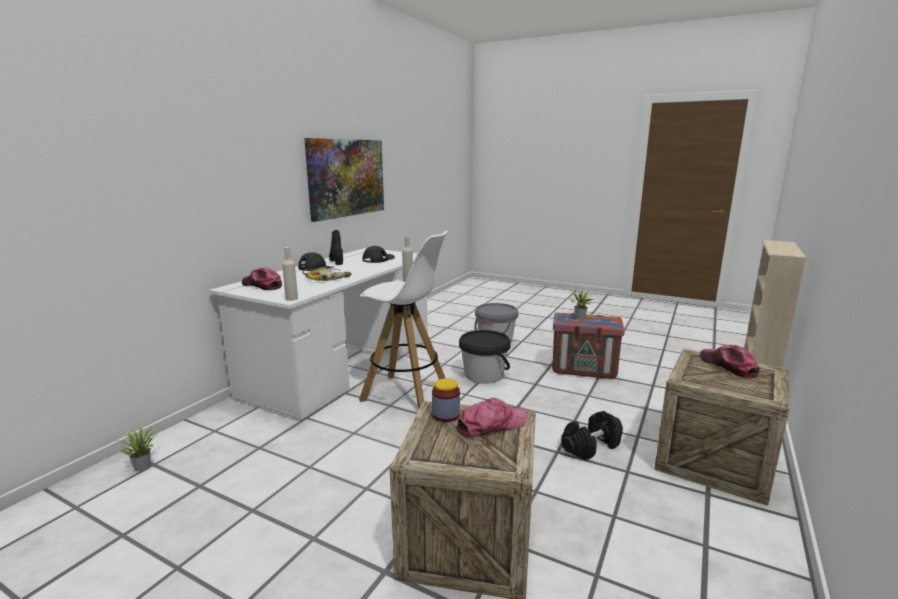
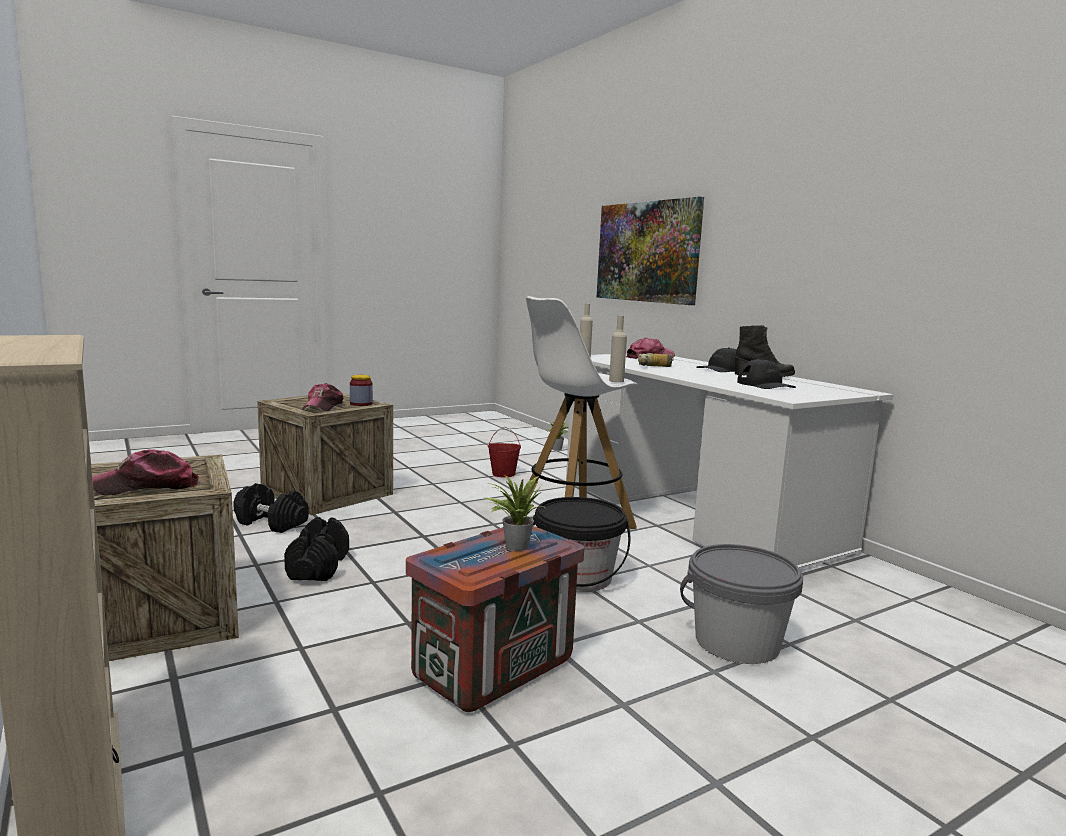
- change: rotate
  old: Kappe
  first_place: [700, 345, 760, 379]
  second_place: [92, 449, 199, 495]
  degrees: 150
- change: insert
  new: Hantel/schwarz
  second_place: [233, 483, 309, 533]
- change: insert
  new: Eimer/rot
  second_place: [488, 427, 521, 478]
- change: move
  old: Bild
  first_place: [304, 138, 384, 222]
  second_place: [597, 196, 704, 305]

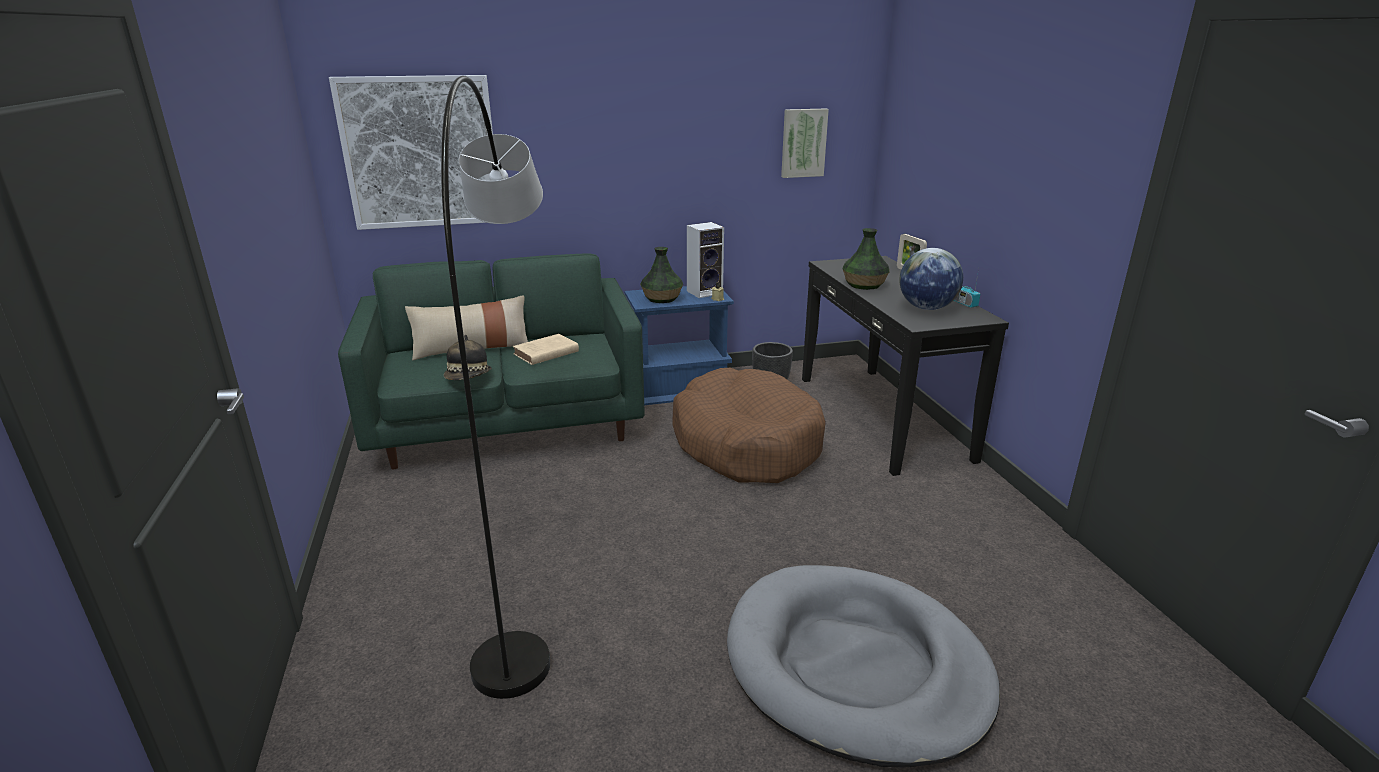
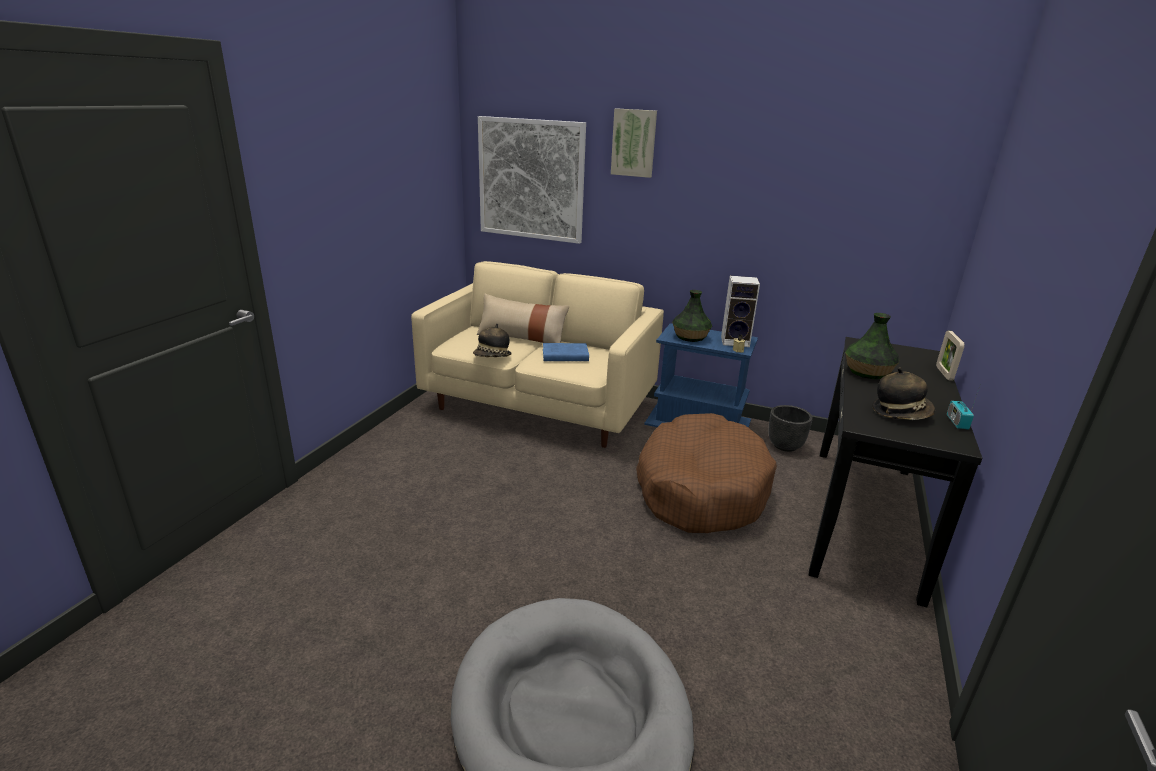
- change: recolor
  old: Sofa/grün
  new: Sofa/beige
  first_place: [338, 254, 645, 469]
  second_place: [411, 261, 664, 448]
- change: recolor
  old: Buch/beige
  new: Buch/blau
  first_place: [513, 334, 579, 365]
  second_place: [543, 343, 589, 361]
- change: move
  old: Bild
  first_place: [781, 109, 829, 178]
  second_place: [611, 108, 657, 178]
- change: replace
  old: Globus
  new: Hut
  first_place: [899, 248, 963, 310]
  second_place: [873, 367, 935, 420]
- change: delete
  old: Stehlampe/grau
  first_place: [441, 76, 550, 699]

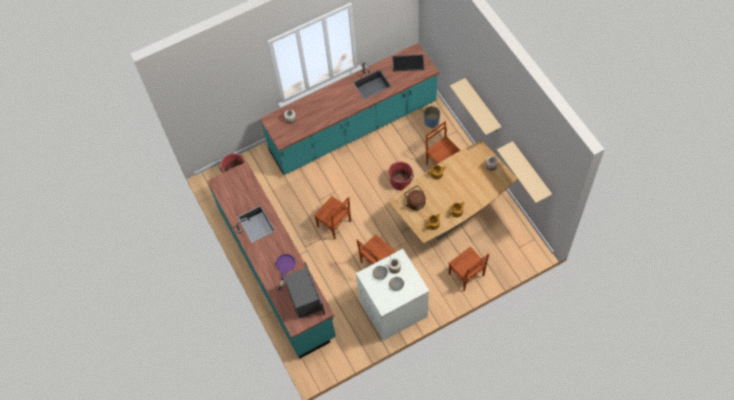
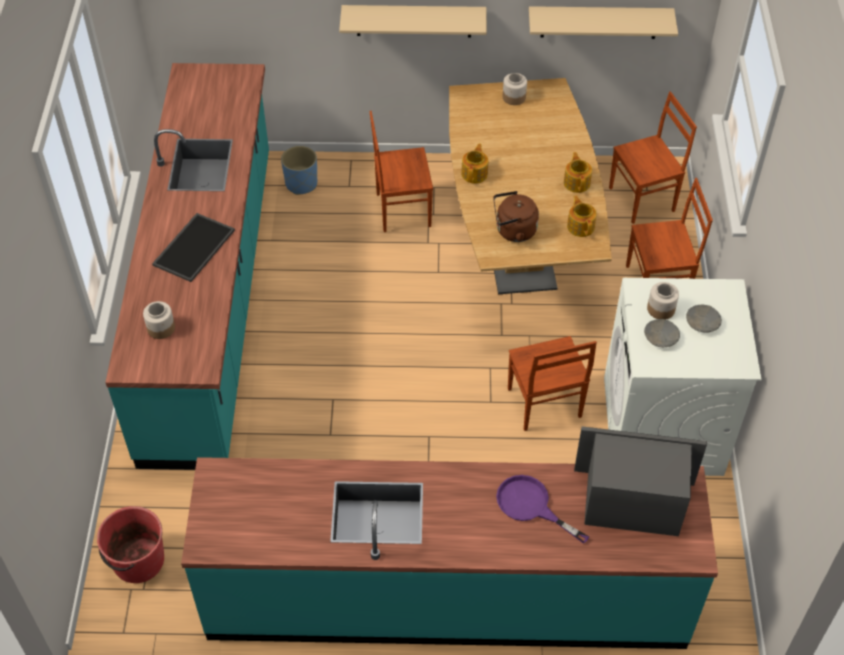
- change: move
  old: Tablett
  first_place: [392, 54, 425, 72]
  second_place: [152, 213, 235, 282]
- change: move
  old: Stuhl/braun
  first_place: [314, 196, 351, 240]
  second_place: [609, 91, 697, 224]
- change: delete
  old: Eimer/rot
  first_place: [388, 161, 414, 190]

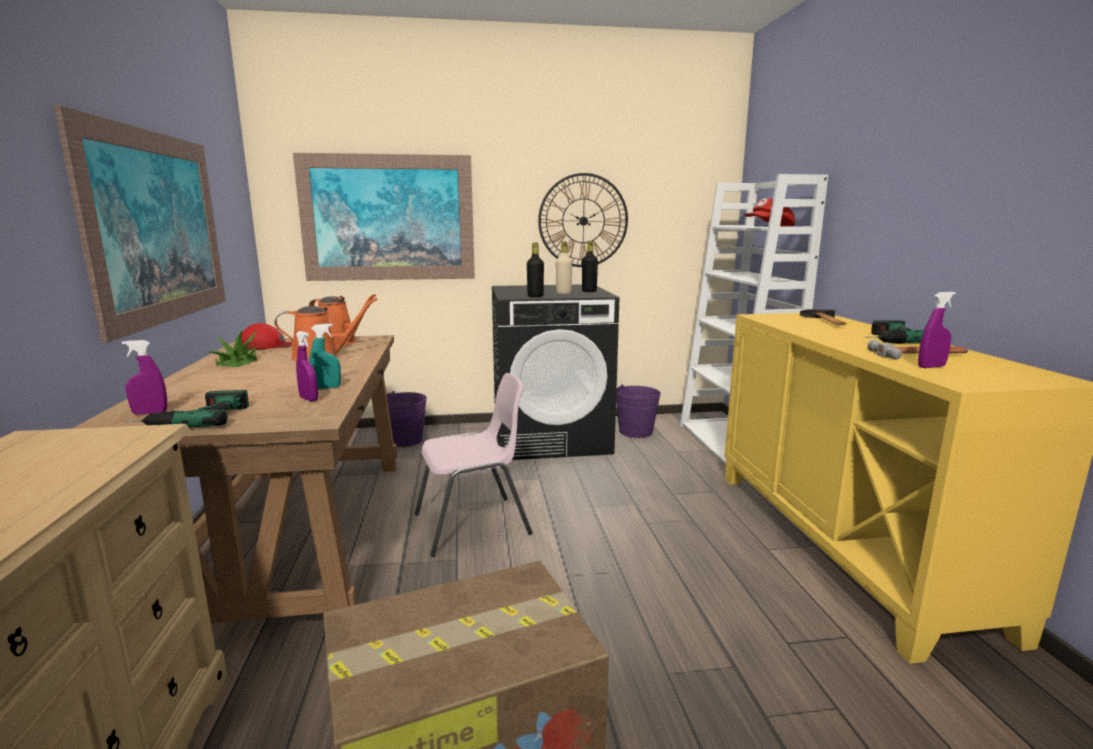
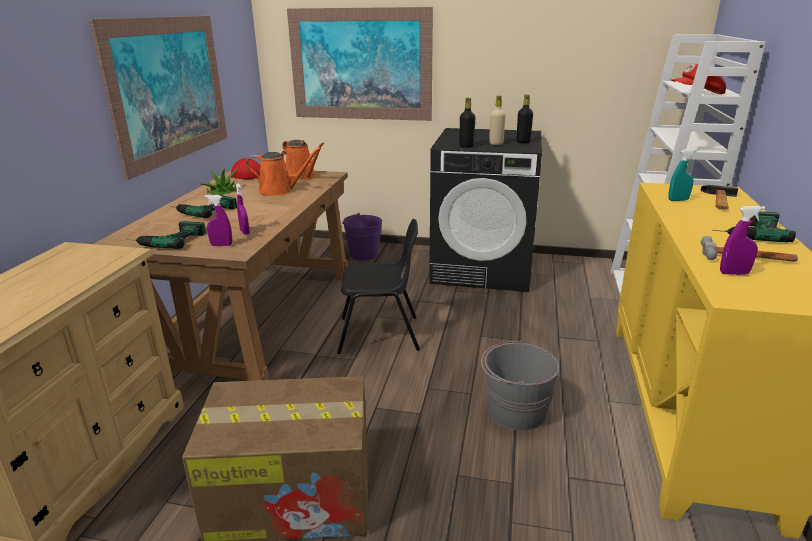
- change: insert
  new: Bohrmaschine
  second_place: [170, 195, 237, 218]
- change: move
  old: Sprühflasche/lila
  first_place: [122, 340, 167, 415]
  second_place: [205, 195, 232, 246]
- change: recolor
  old: Stuhl/rosa
  new: Stuhl/schwarz
  first_place: [415, 373, 533, 557]
  second_place: [337, 219, 420, 354]
- change: insert
  new: Eimer/grau
  second_place: [481, 341, 560, 431]
- change: move
  old: Sprühflasche/türkis
  first_place: [309, 324, 341, 389]
  second_place: [668, 149, 697, 201]
- change: delete
  old: Wanduhr
  first_place: [538, 173, 628, 267]
- change: delete
  old: Eimer/lila
  first_place: [616, 384, 661, 438]

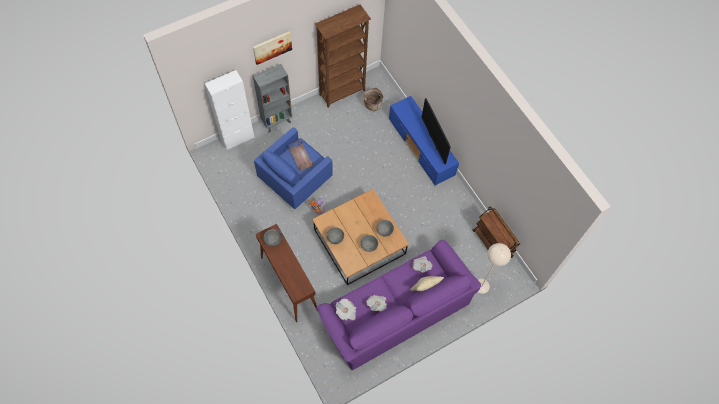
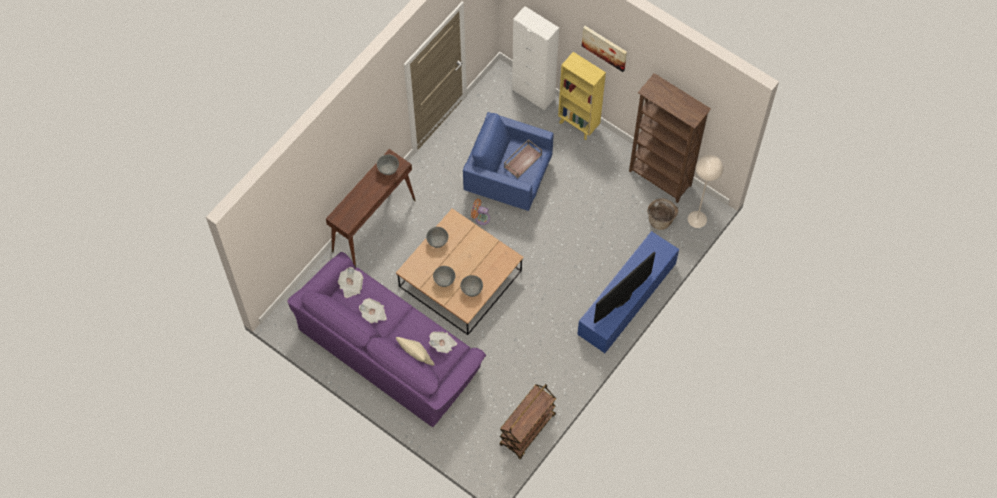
- change: recolor
  old: Bücherregal/grau
  new: Bücherregal/gelb
  first_place: [253, 64, 293, 133]
  second_place: [558, 52, 606, 140]
- change: move
  old: Stehlampe/beige
  first_place: [478, 243, 511, 294]
  second_place: [688, 155, 723, 228]

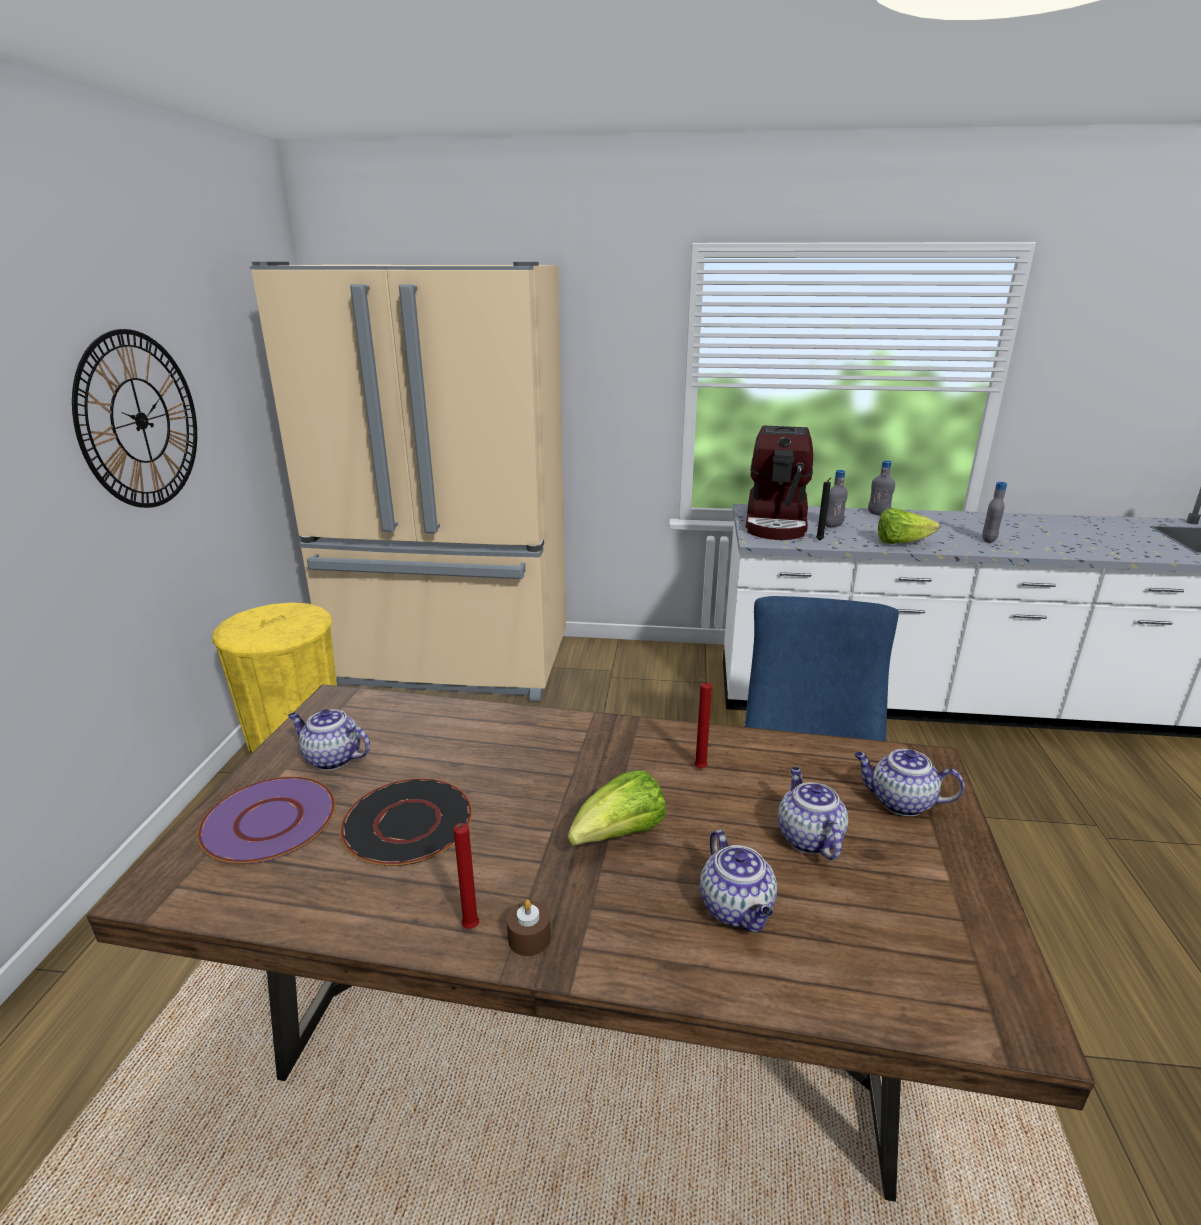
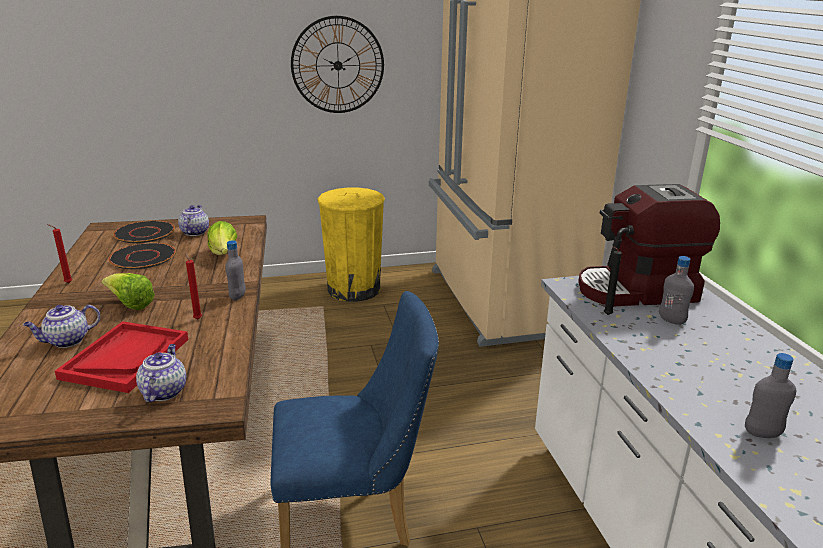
- change: replace
  old: Teekanne
  new: Tablett/rot
  first_place: [778, 767, 848, 860]
  second_place: [55, 321, 189, 393]
- change: recolor
  old: Teller/lila
  new: Teller/schwarz
  first_place: [197, 777, 335, 864]
  second_place: [113, 220, 175, 243]
- change: move
  old: Salatkopf
  first_place: [878, 508, 940, 544]
  second_place: [207, 221, 238, 255]
- change: move
  old: Flasche/grau
  first_place: [868, 460, 895, 515]
  second_place: [226, 240, 246, 300]
- change: delete
  old: Kerze/braun
  first_place: [507, 900, 551, 956]

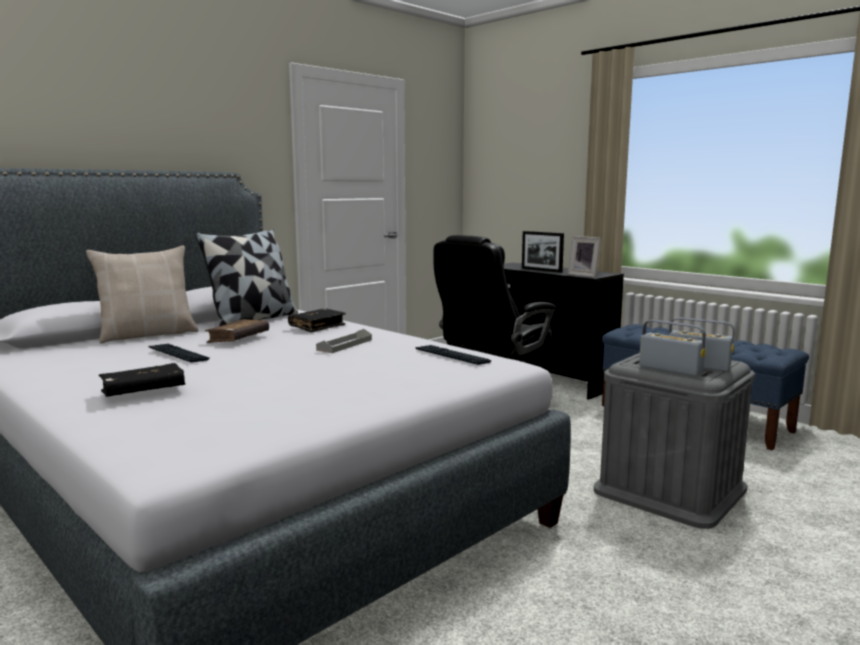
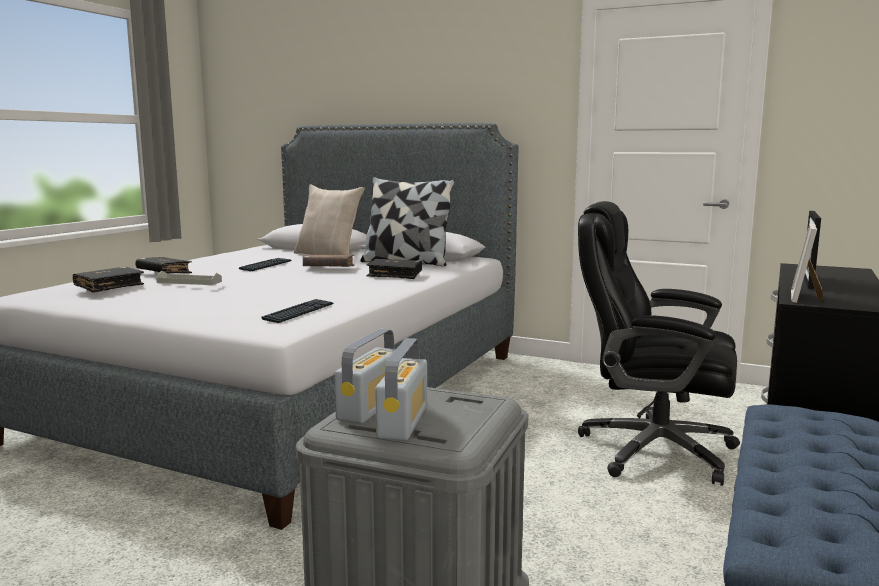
- change: insert
  new: Buch/schwarz
  second_place: [73, 267, 144, 293]
- change: move
  old: Tablett/grau
  first_place: [316, 329, 372, 353]
  second_place: [156, 271, 222, 285]

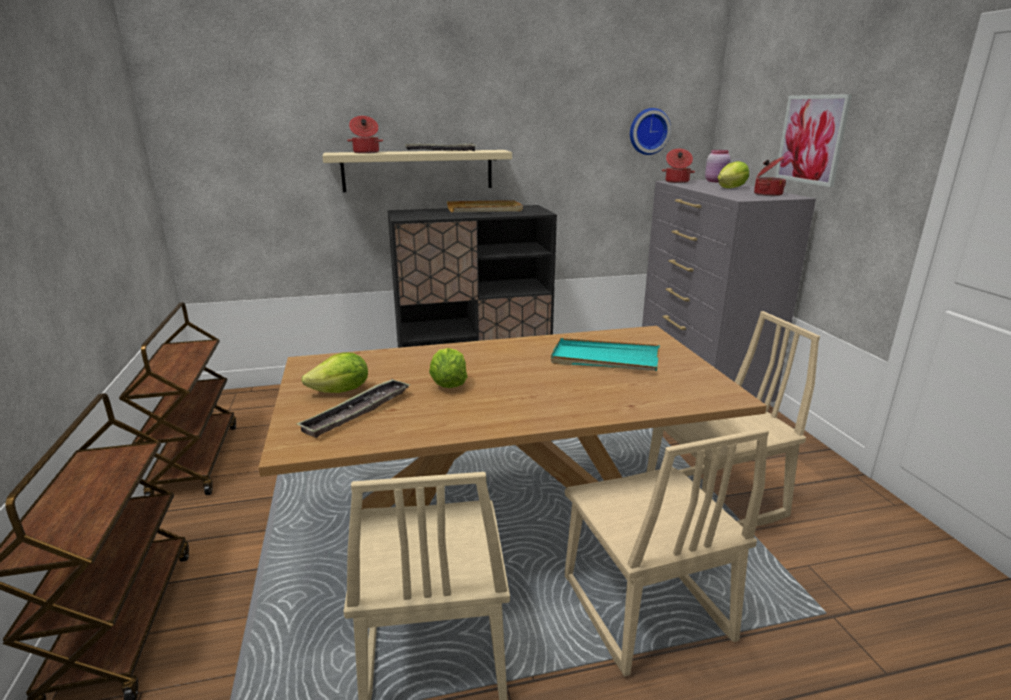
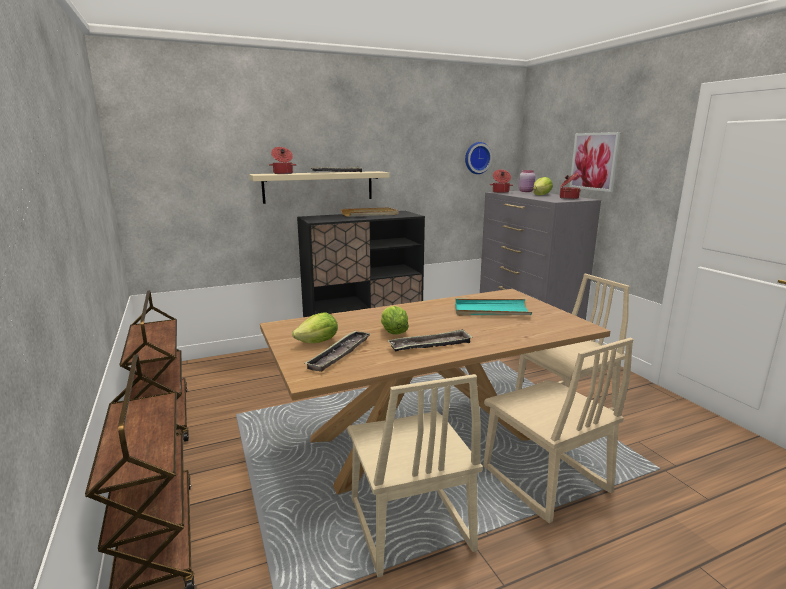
- change: insert
  new: Tablett
  second_place: [388, 329, 472, 351]

